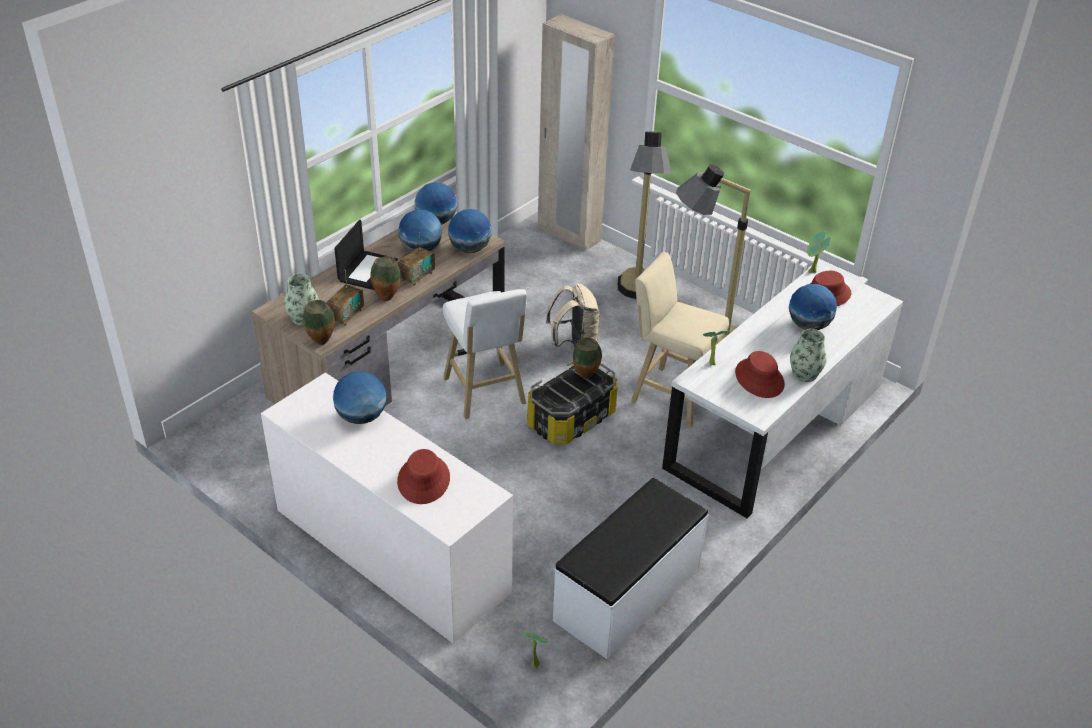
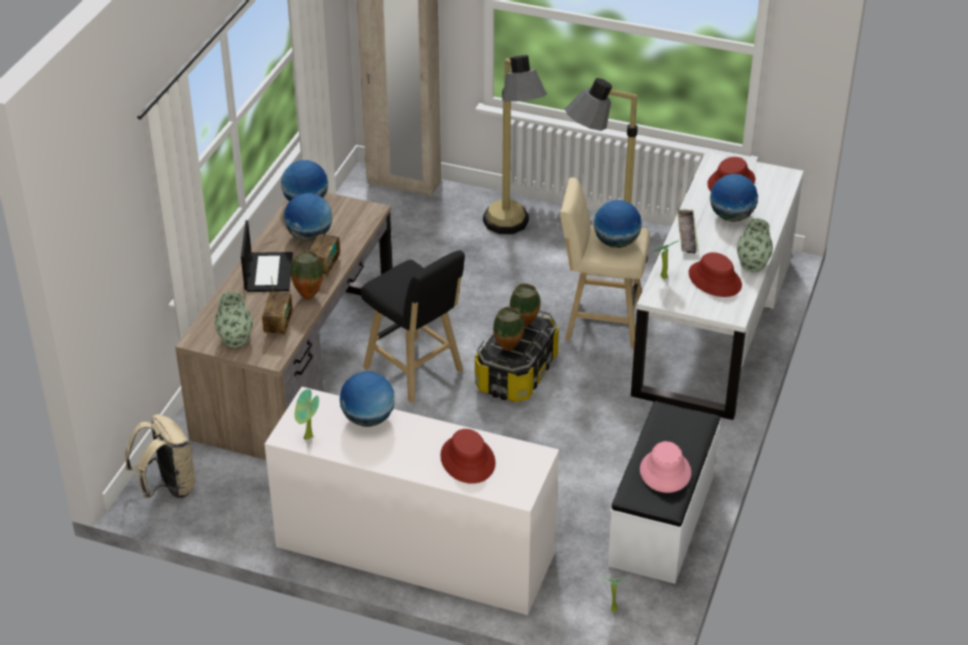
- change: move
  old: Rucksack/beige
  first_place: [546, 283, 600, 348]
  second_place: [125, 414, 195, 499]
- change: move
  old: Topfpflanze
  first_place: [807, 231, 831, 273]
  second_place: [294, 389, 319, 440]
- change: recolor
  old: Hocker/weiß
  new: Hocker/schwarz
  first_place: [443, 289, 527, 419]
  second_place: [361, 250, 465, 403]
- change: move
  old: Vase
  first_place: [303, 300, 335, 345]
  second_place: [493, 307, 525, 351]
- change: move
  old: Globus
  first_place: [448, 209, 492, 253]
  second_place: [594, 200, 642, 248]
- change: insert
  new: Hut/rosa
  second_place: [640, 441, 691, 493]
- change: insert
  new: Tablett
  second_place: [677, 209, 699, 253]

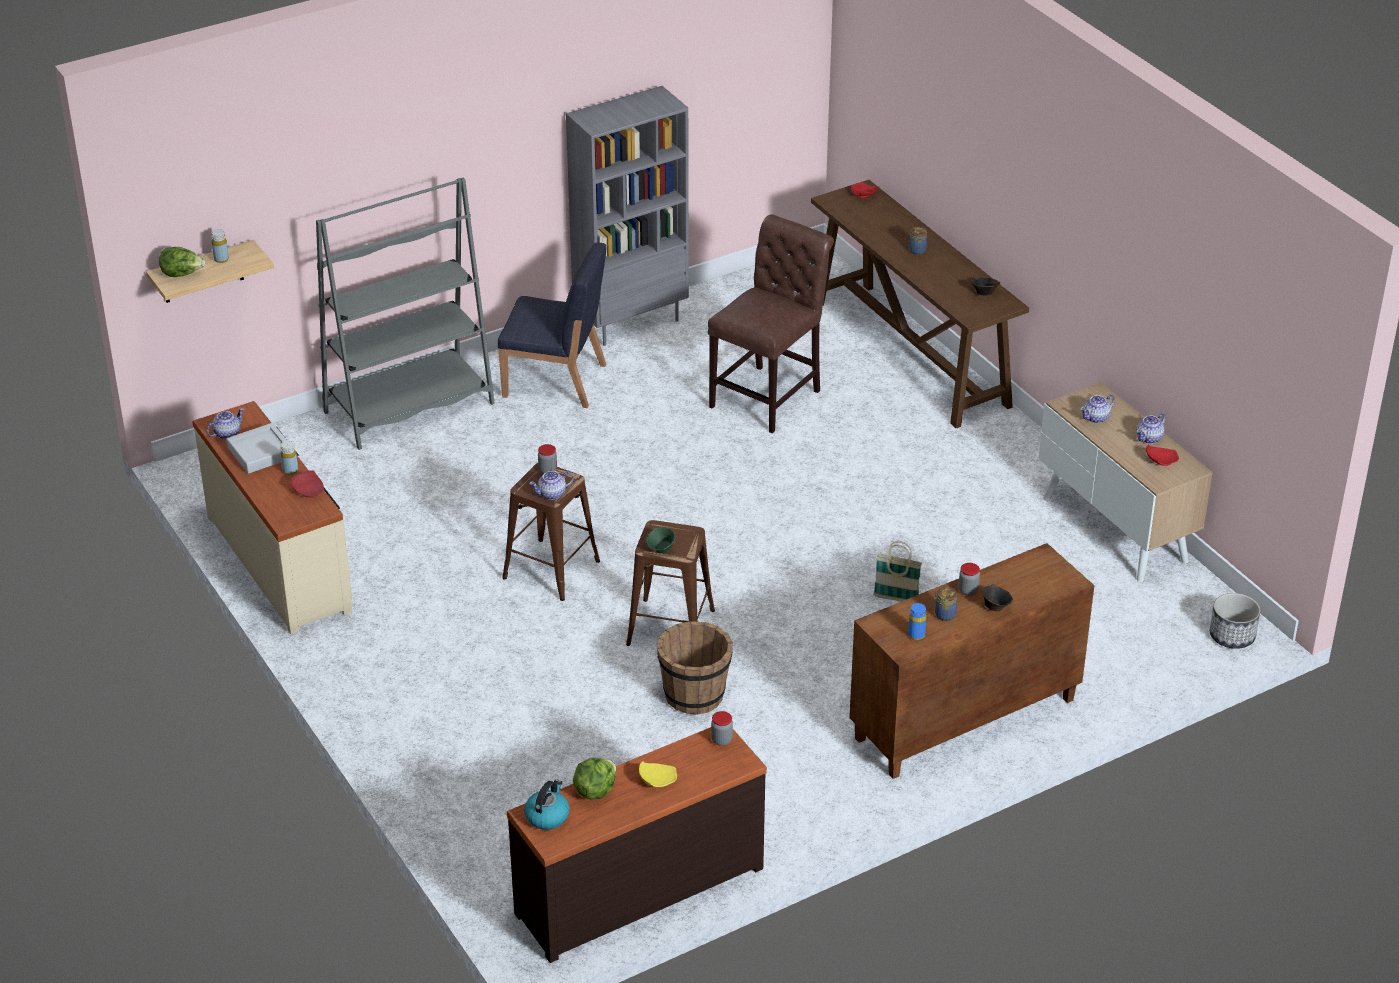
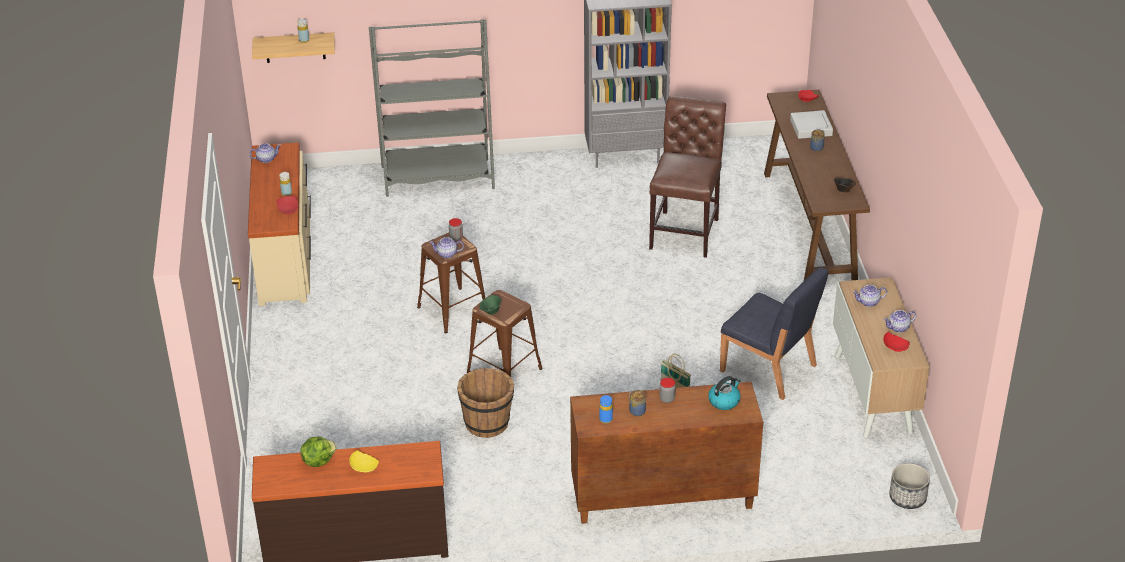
- change: rotate
  old: Stuhl/braun
  first_place: [708, 214, 834, 433]
  second_place: [649, 95, 726, 258]
  degrees: -45
- change: move
  old: Wasserkessel
  first_place: [524, 780, 570, 830]
  second_place: [708, 376, 741, 410]
- change: move
  old: Stuhl/blau
  first_place: [498, 243, 606, 408]
  second_place: [720, 267, 828, 400]
- change: move
  old: Tablett/grau
  first_place: [227, 423, 287, 474]
  second_place: [790, 110, 833, 139]
- change: delete
  old: Salatkopf
  first_place: [159, 247, 205, 277]
- change: delete
  old: Vorratsglas
  first_place: [711, 711, 733, 746]
- change: delete
  old: Schüssel/braun
  first_place: [982, 584, 1013, 612]

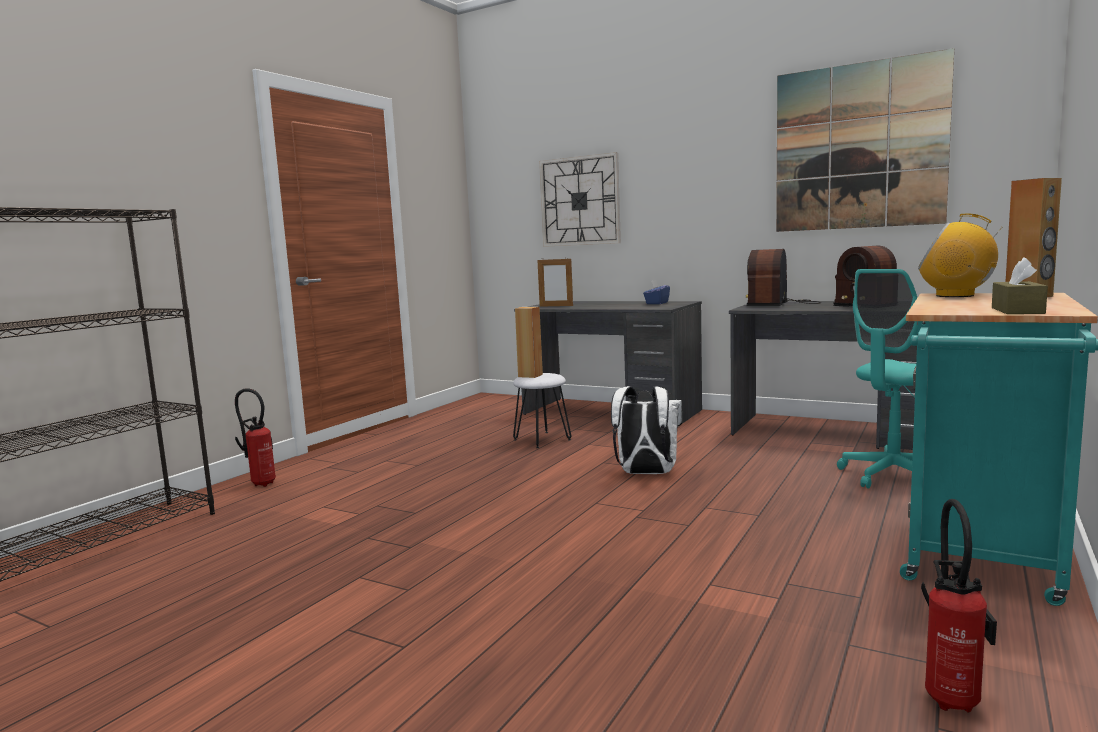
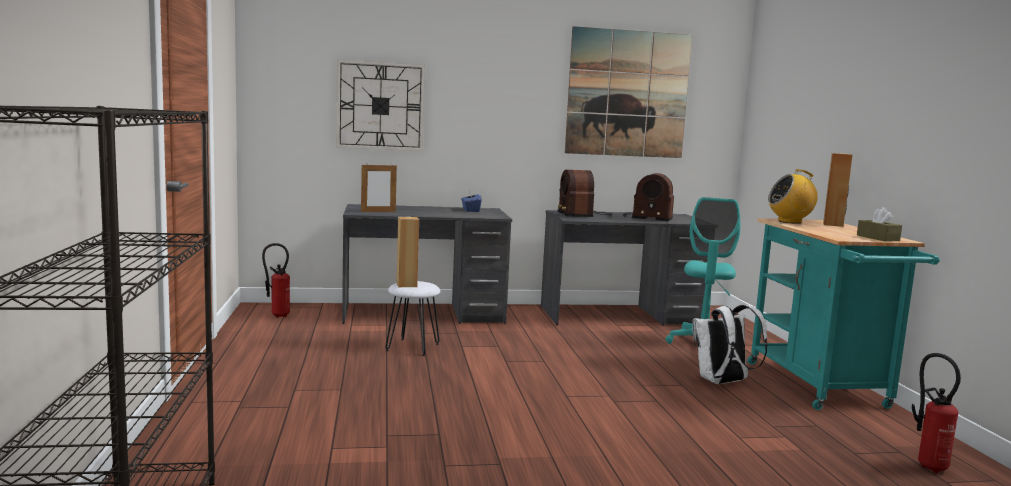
- change: move
  old: Feuerlöscher
  first_place: [235, 388, 276, 487]
  second_place: [262, 243, 290, 318]
- change: move
  old: Rucksack/weiß
  first_place: [611, 386, 682, 474]
  second_place: [692, 305, 768, 384]

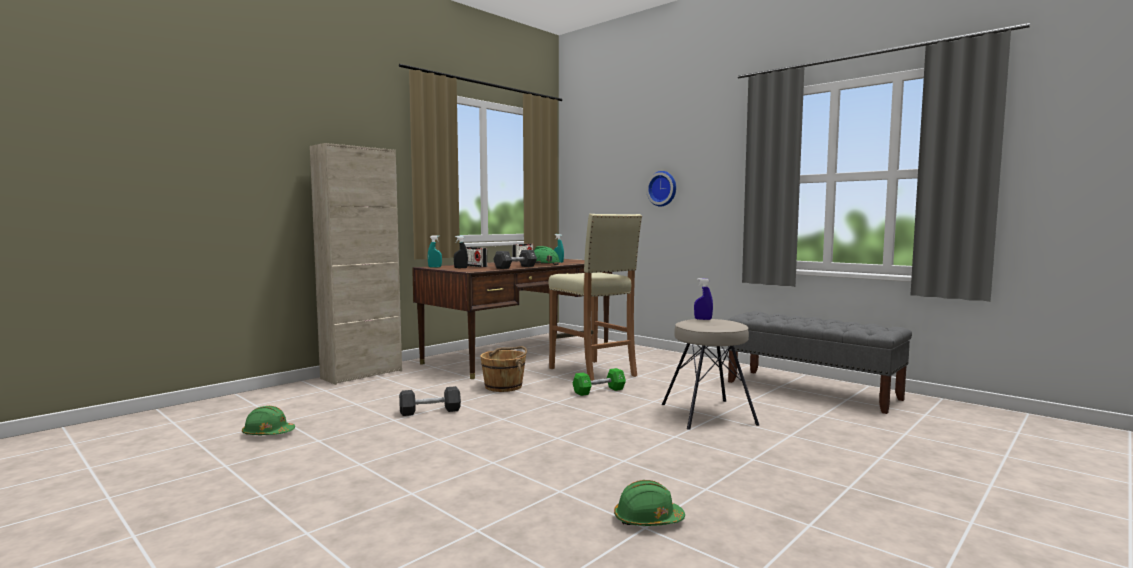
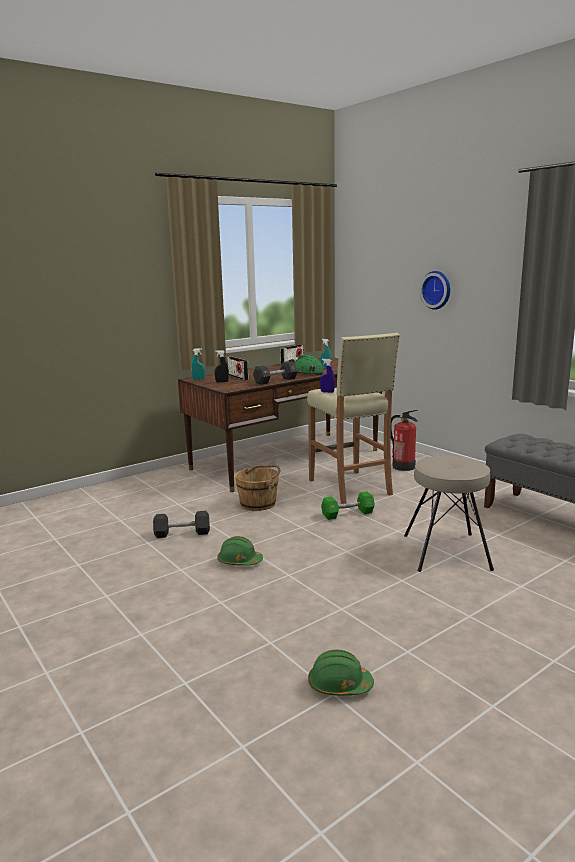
- change: move
  old: Schutzhelm/grün
  first_place: [242, 406, 295, 435]
  second_place: [217, 536, 263, 566]
- change: move
  old: Sprühflasche/blau
  first_place: [694, 278, 713, 320]
  second_place: [320, 358, 335, 393]
- change: insert
  new: Feuerlöscher
  second_place: [391, 410, 418, 471]
- change: delete
  old: Schrank/beige
  first_place: [310, 143, 402, 385]

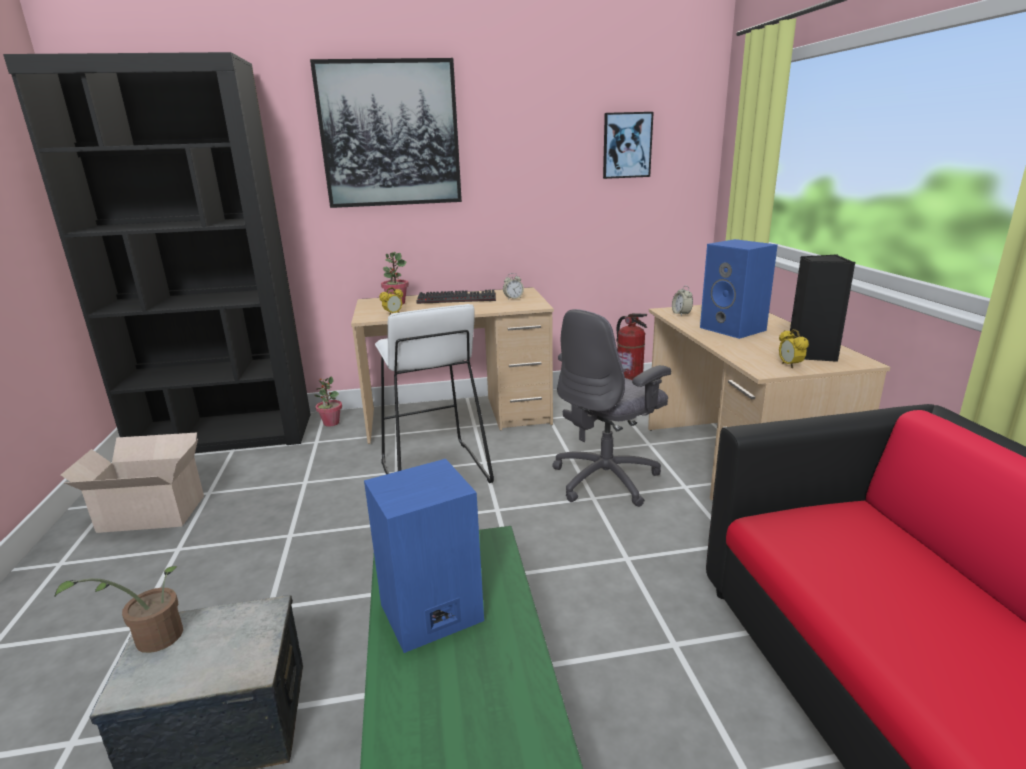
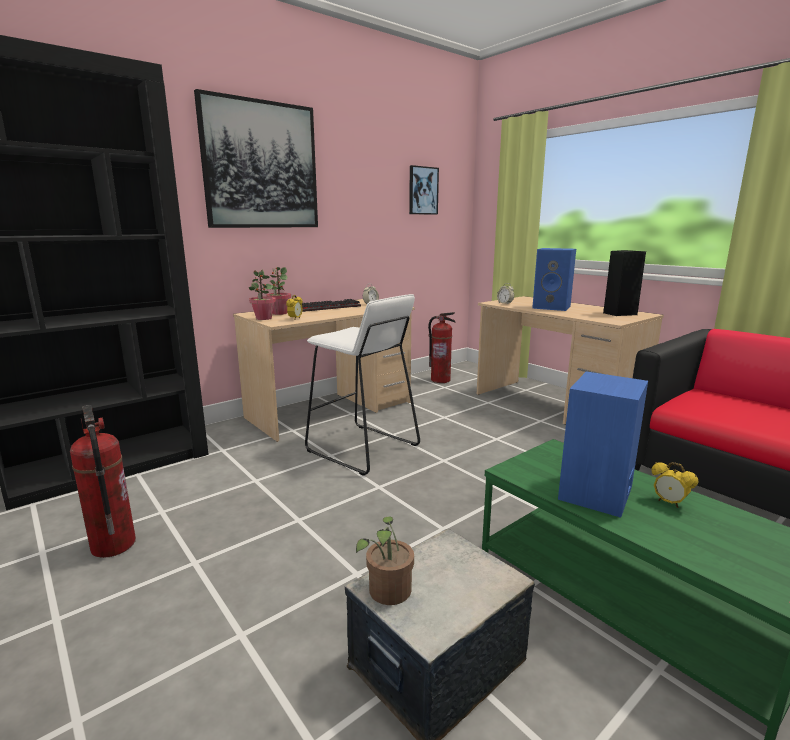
- change: replace
  old: Karton
  new: Feuerlöscher
  first_place: [61, 432, 204, 533]
  second_place: [70, 405, 136, 558]
- change: move
  old: Topfpflanze
  first_place: [315, 376, 342, 427]
  second_place: [249, 269, 276, 320]
- change: move
  old: Wecker
  first_place: [779, 329, 809, 369]
  second_place: [651, 462, 698, 508]
- change: delete
  old: Bürostuhl/grau
  first_place: [552, 309, 671, 507]

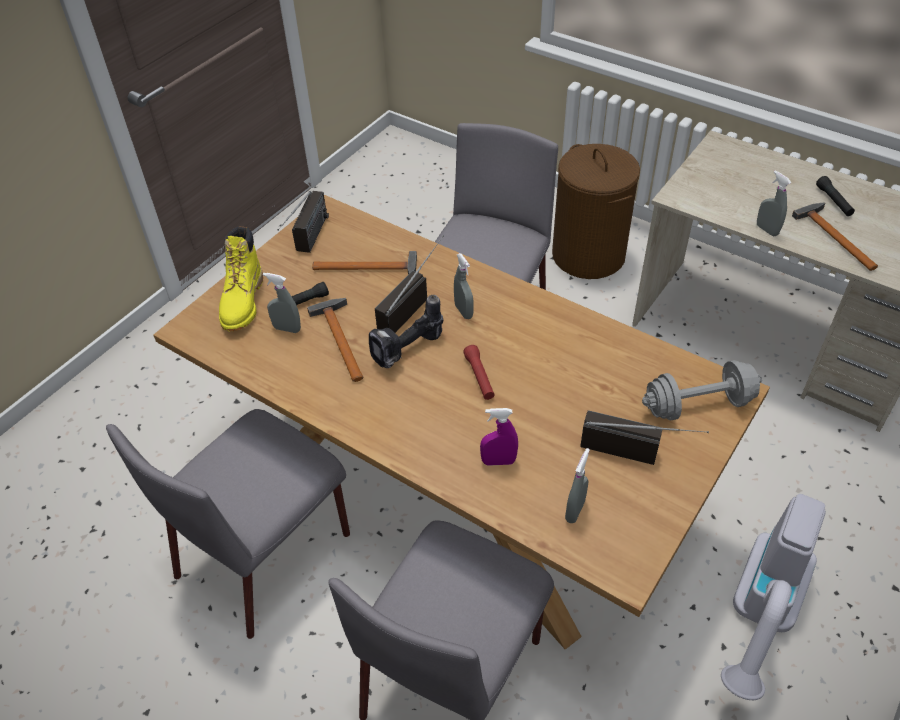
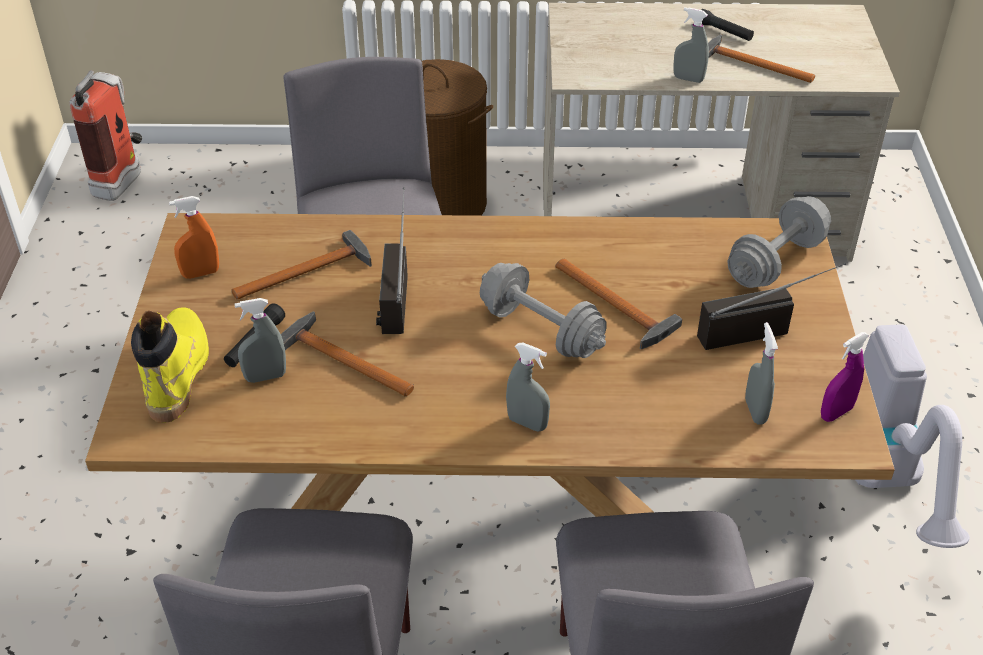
- change: insert
  new: Feuerlöscher
  second_place: [69, 70, 142, 201]
- change: rotate
  old: Stiefel/gelb
  first_place: [219, 226, 263, 331]
  second_place: [131, 307, 209, 423]
  degrees: -150
- change: replace
  old: Radio
  new: Sprühflasche/orange
  first_place: [278, 191, 329, 253]
  second_place: [169, 196, 219, 279]
- change: replace
  old: Taschenlampe/rot
  new: Hantel/grau
  first_place: [463, 345, 495, 400]
  second_place: [480, 263, 606, 358]
- change: move
  old: Sprühflasche/grau
  first_place: [454, 253, 474, 319]
  second_place: [506, 343, 550, 432]
- change: insert
  new: Hammer
  second_place: [556, 259, 682, 350]
- change: move
  old: Sprühflasche/lila
  first_place: [480, 408, 518, 466]
  second_place: [821, 332, 869, 422]
- change: delete
  old: Bohrmaschine
  first_place: [369, 295, 444, 368]

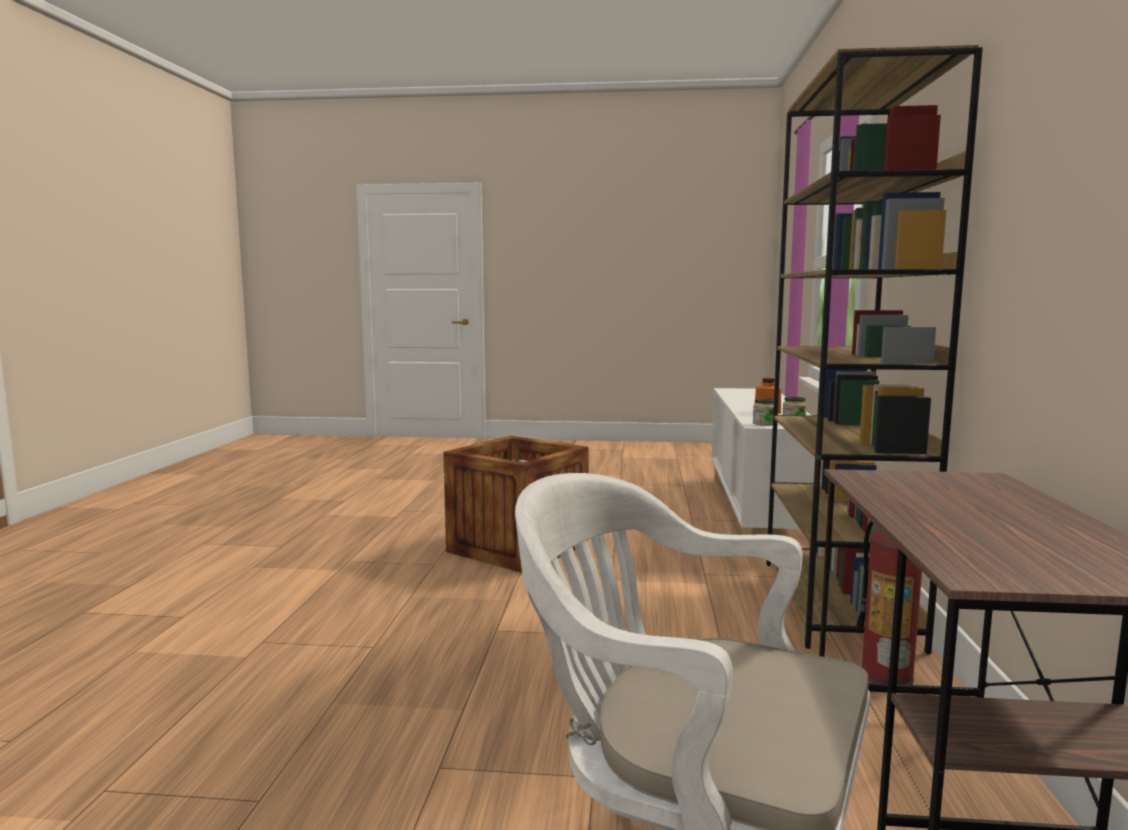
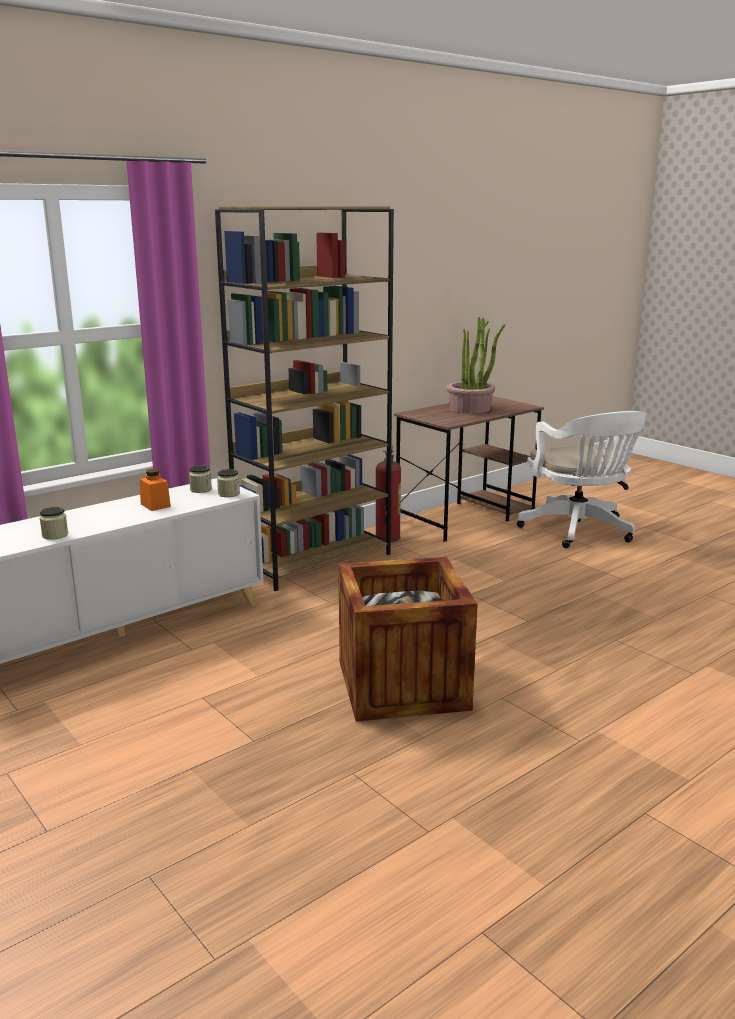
- change: insert
  new: Vorratsglas
  second_place: [40, 507, 68, 540]
- change: insert
  new: Topfpflanze
  second_place: [446, 317, 505, 414]

